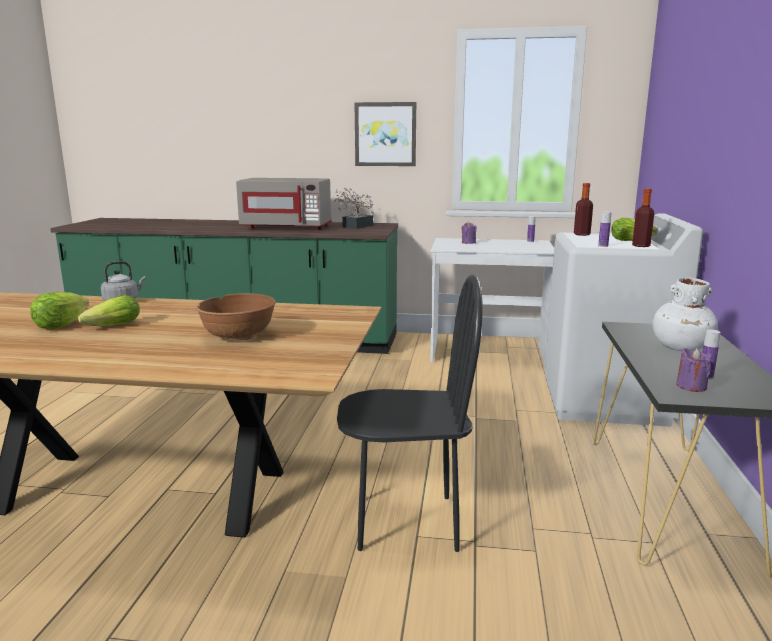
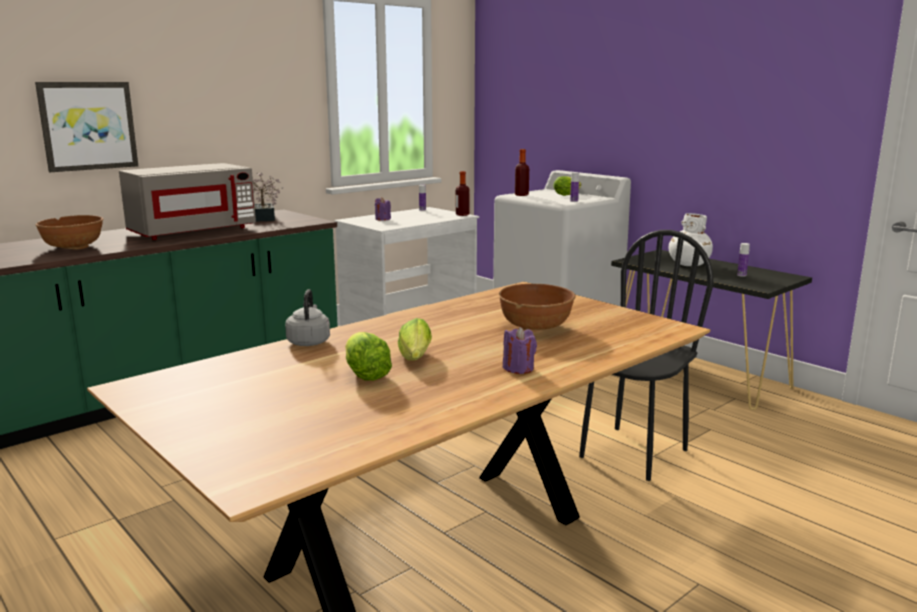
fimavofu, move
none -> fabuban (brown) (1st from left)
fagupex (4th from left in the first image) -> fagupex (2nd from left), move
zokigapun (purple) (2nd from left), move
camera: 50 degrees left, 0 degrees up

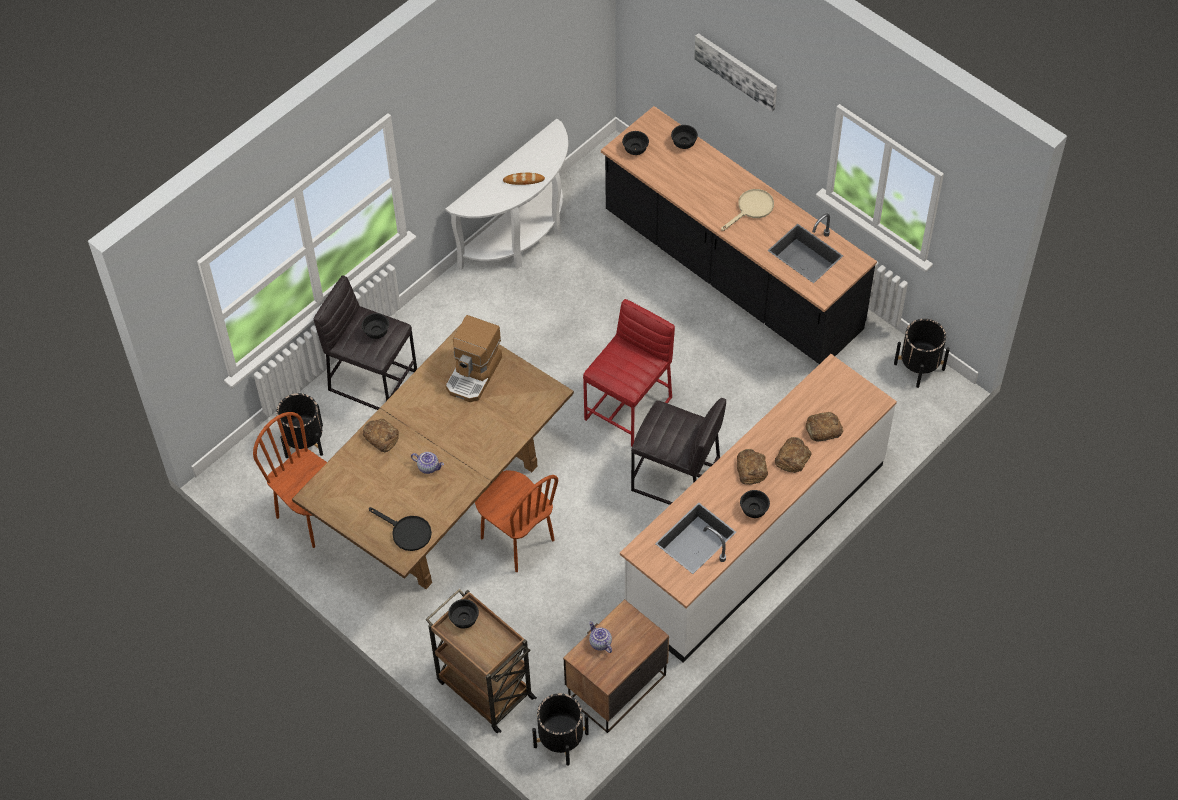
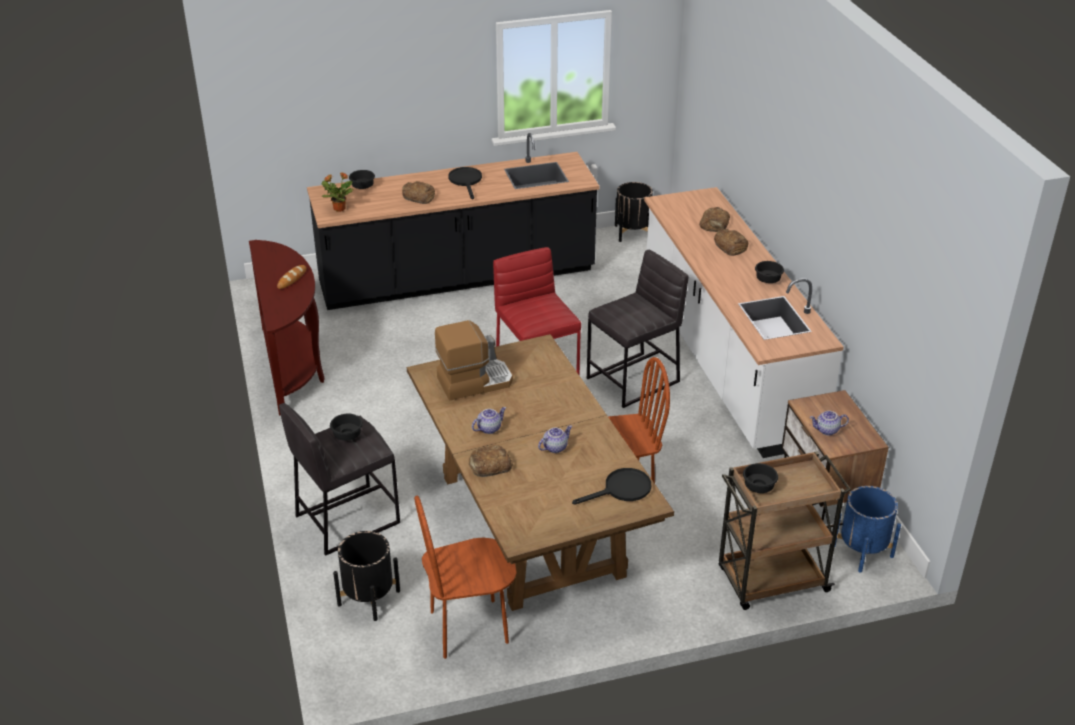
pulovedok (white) -> pulovedok (brown)
fabuban (black) (3rd from left) -> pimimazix
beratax (3rd from left in the first image) -> beratax (2nd from left), move
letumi, 75 degrees counterclockwise
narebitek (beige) -> narebitek (black) (1st from left)
none -> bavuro (1st from left)
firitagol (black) (2nd from left) -> firitagol (blue)
fimavofu -> none
camera: 60 degrees left, 20 degrees down

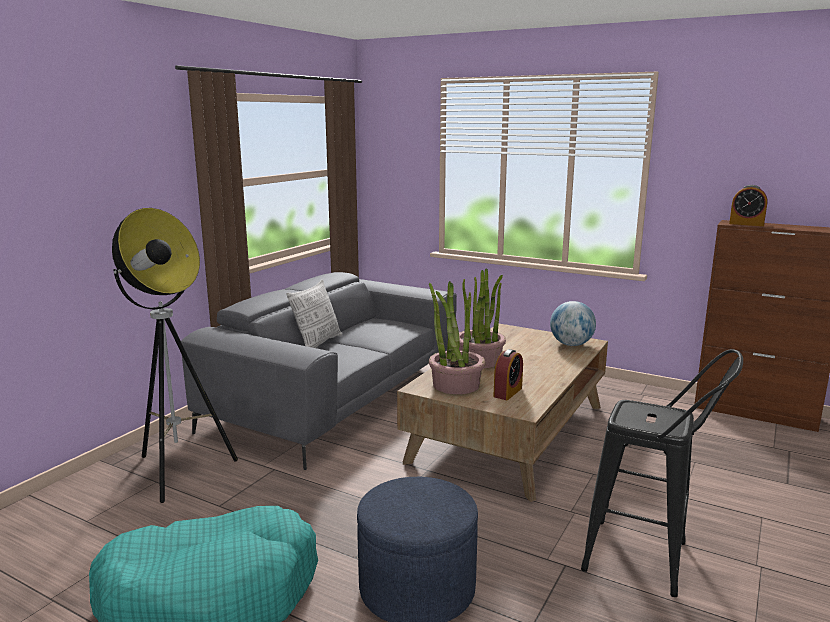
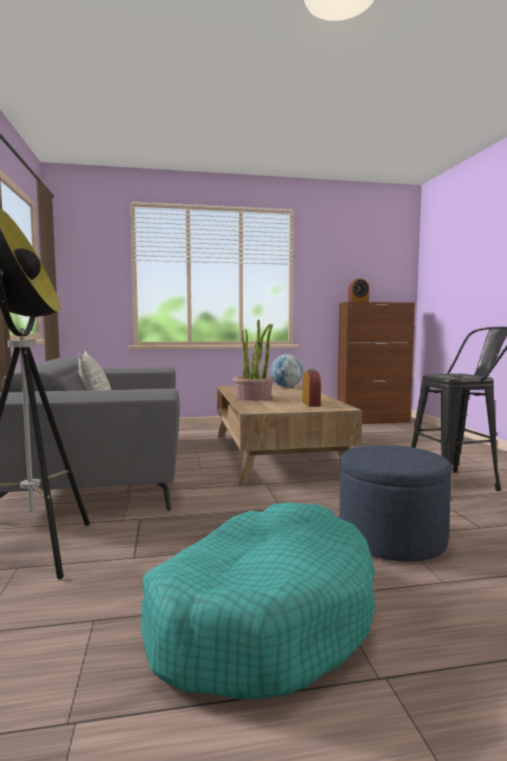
pimimazix (1st from left) -> none
camera: 40 degrees left, 10 degrees down

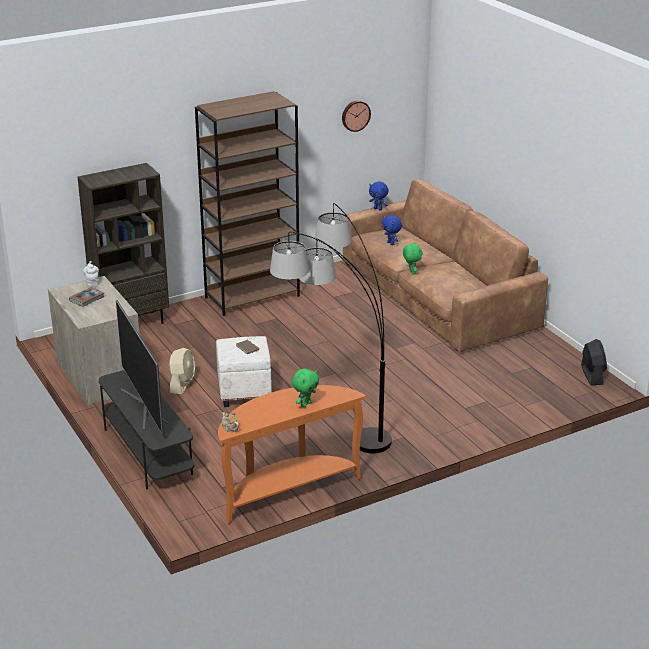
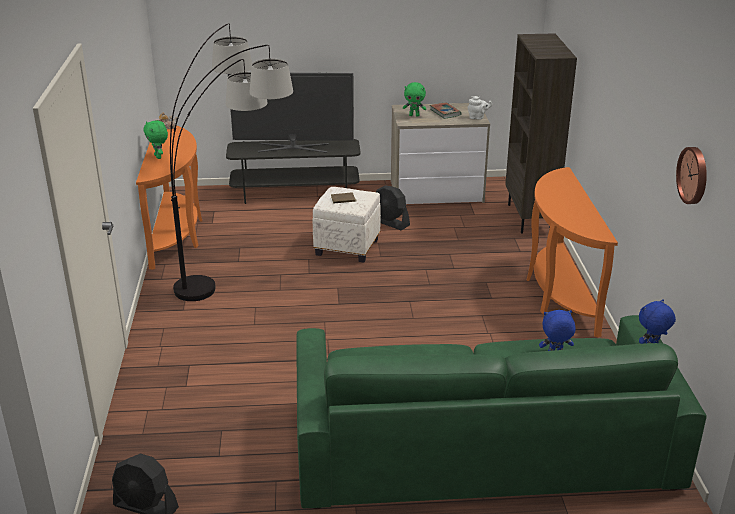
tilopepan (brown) -> tilopepan (green)
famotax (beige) -> famotax (black) (2nd from left)
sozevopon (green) (2nd from left), move
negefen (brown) (2nd from left) -> pulovedok (orange) (2nd from left)
camera: 115 degrees right, 0 degrees up

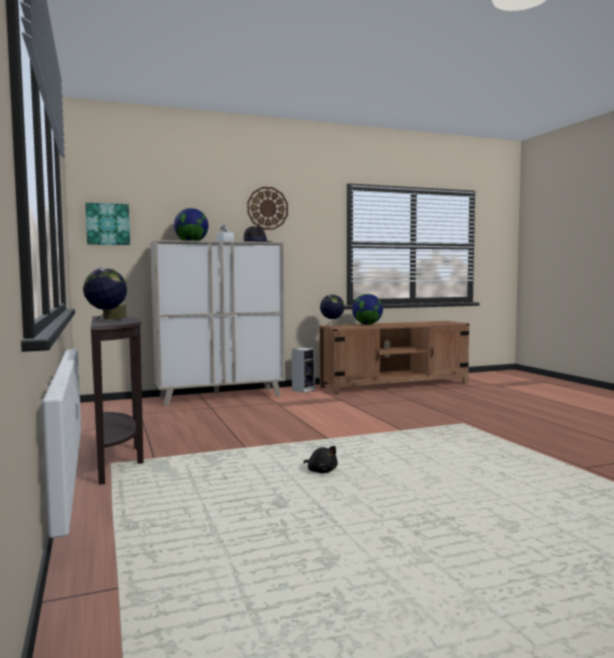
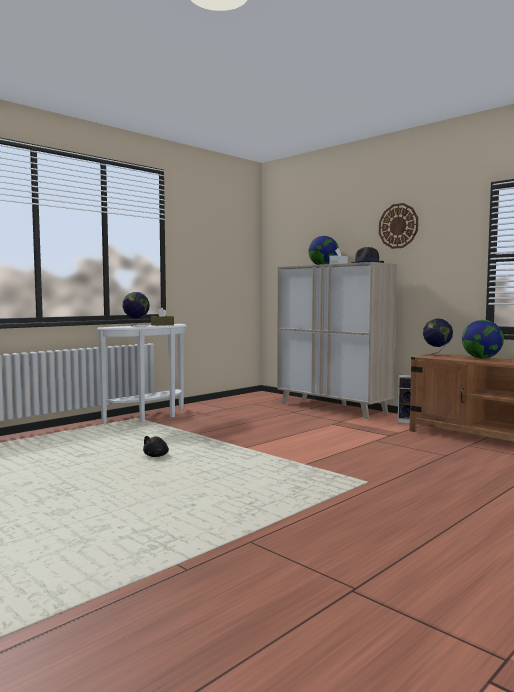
pulovedok (brown) -> pulovedok (white)
fimavofu -> none
camera: 65 degrees right, 0 degrees up

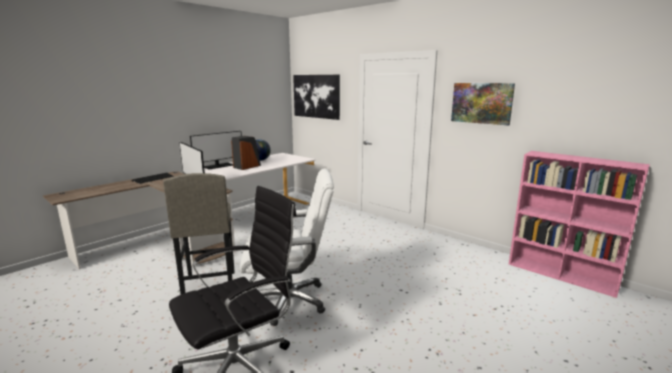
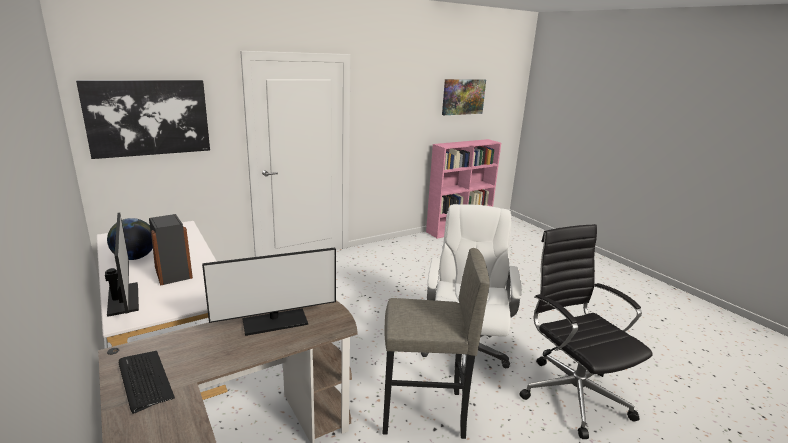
fimavofu (2nd from left), move
camera: 75 degrees left, 5 degrees up

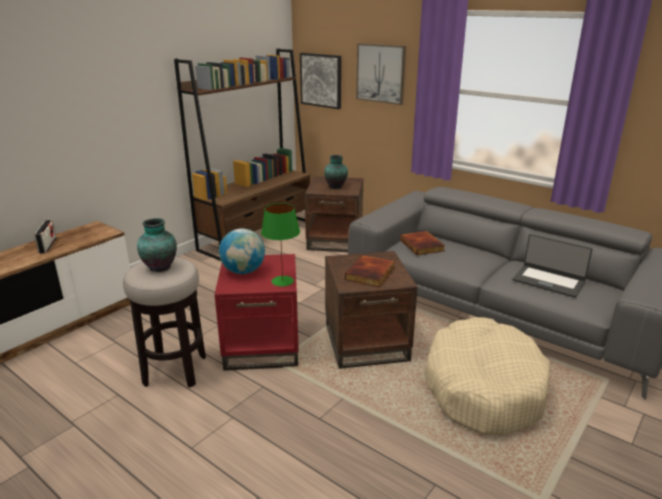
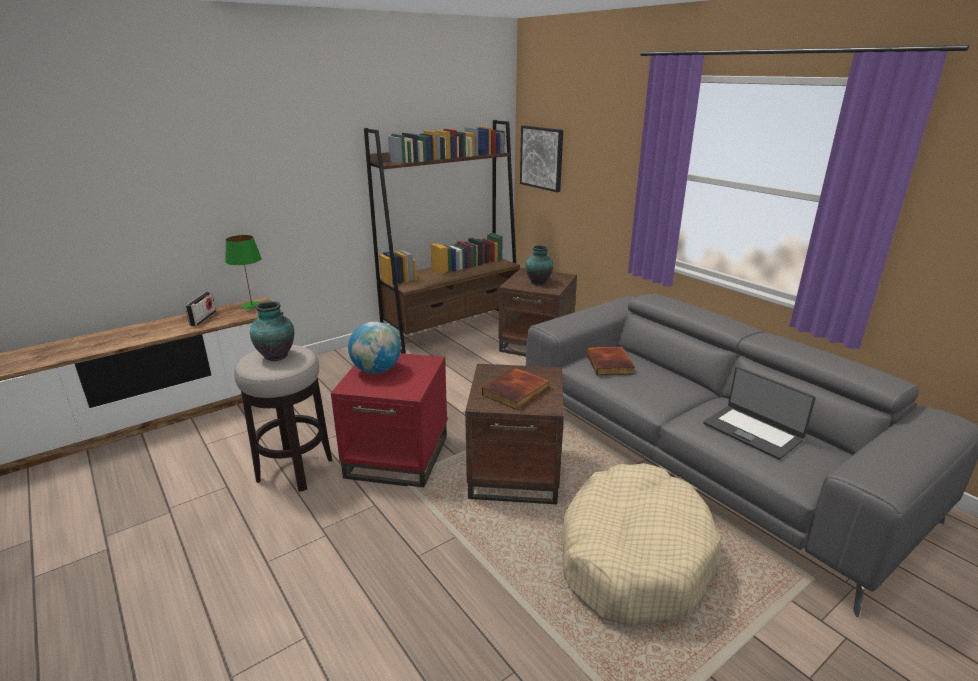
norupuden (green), move
fimavofu (2nd from left) -> none
camera: 15 degrees right, 0 degrees up

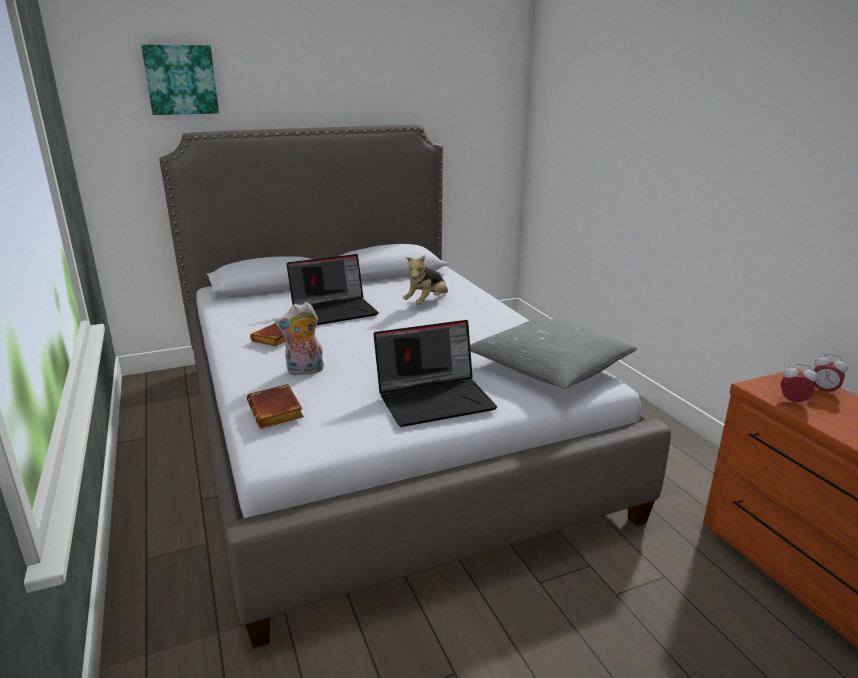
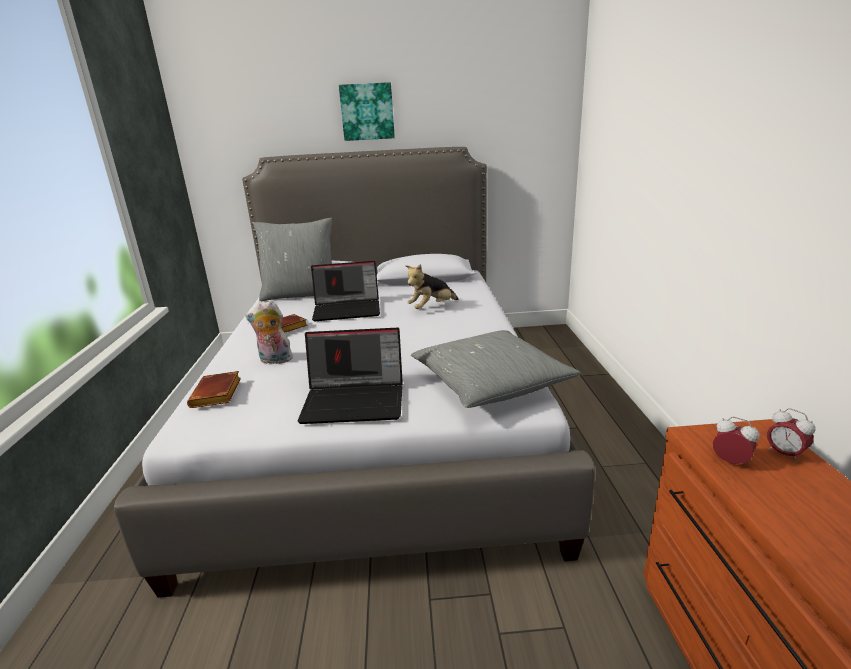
none -> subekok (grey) (1st from left)
fimavofu, move
camera: 20 degrees right, 0 degrees up

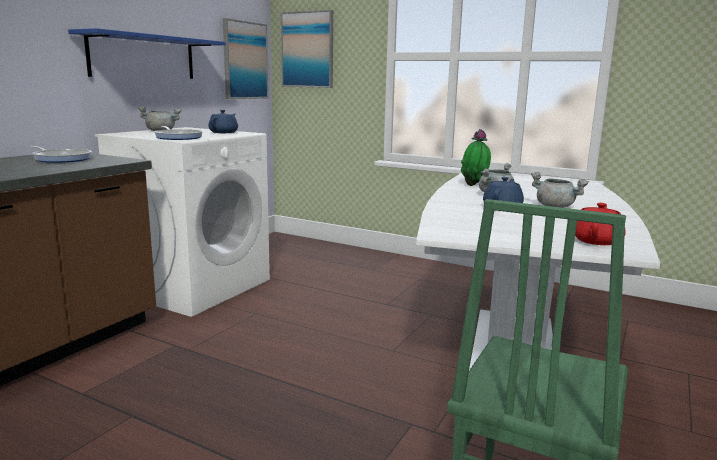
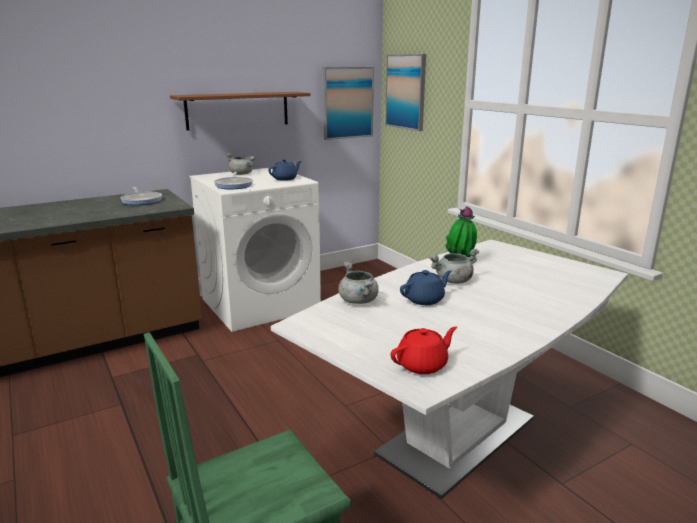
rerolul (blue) -> rerolul (brown)
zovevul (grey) (3rd from left in the first image) -> zovevul (grey) (2nd from left), move
camera: 30 degrees right, 5 degrees up

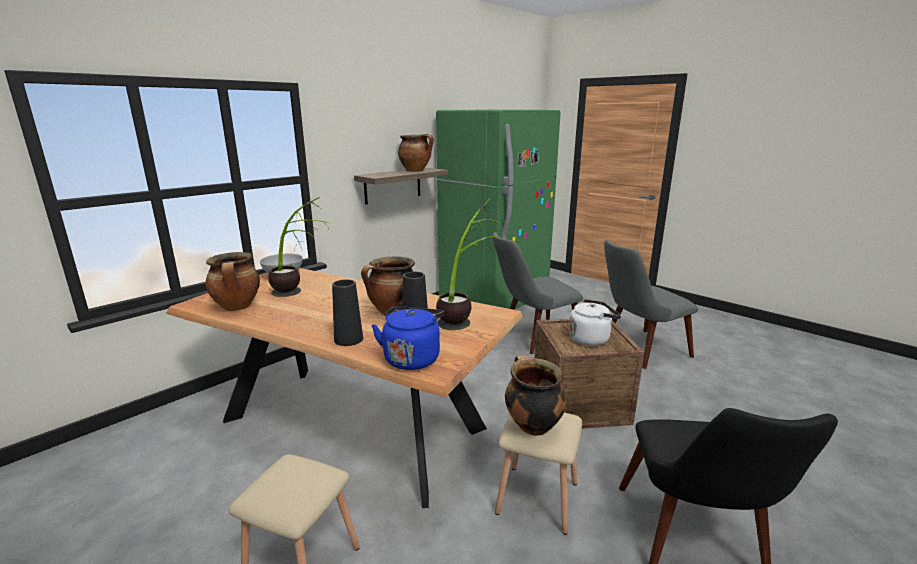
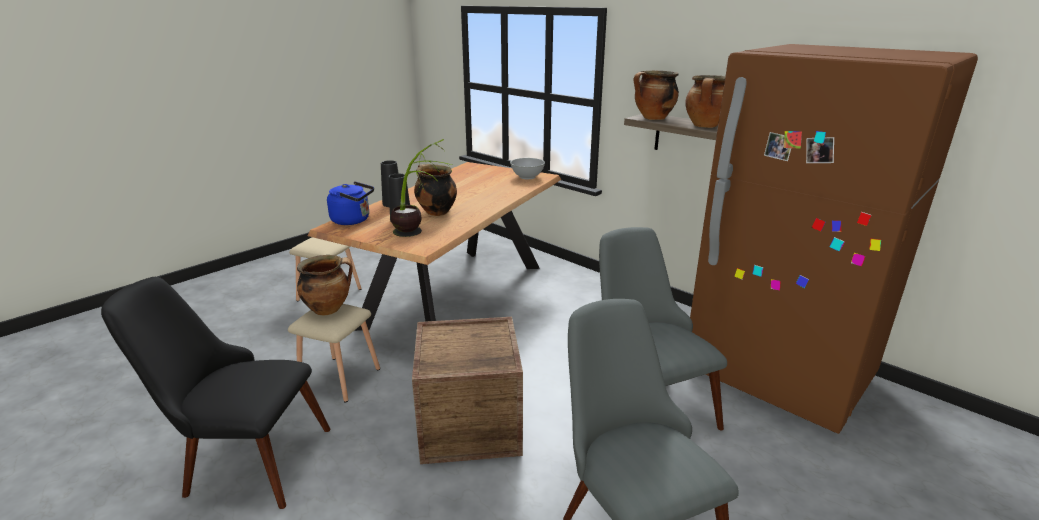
zovevul (1st from left in the first image) -> zovevul (3rd from left), move
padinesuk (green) -> padinesuk (brown)
pimimazix (1st from left) -> none
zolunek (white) -> none
camera: 90 degrees right, 5 degrees up

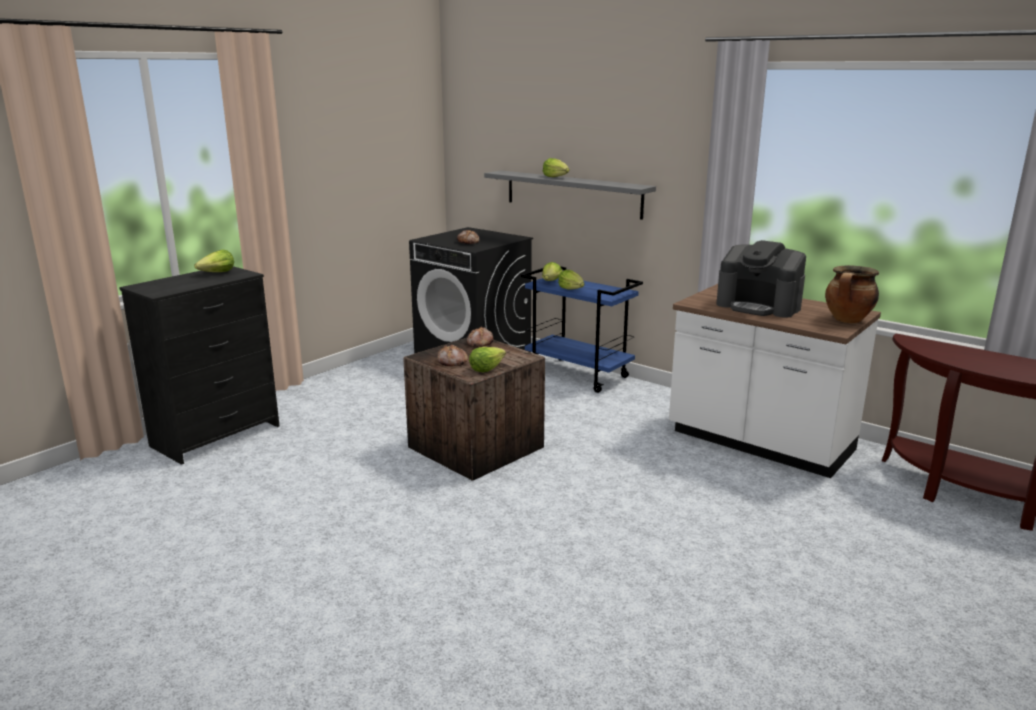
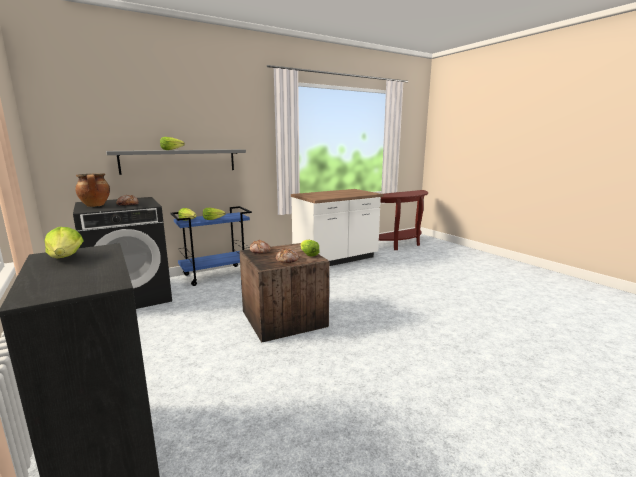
zovevul, move
letumi -> none
camera: 70 degrees left, 5 degrees down

